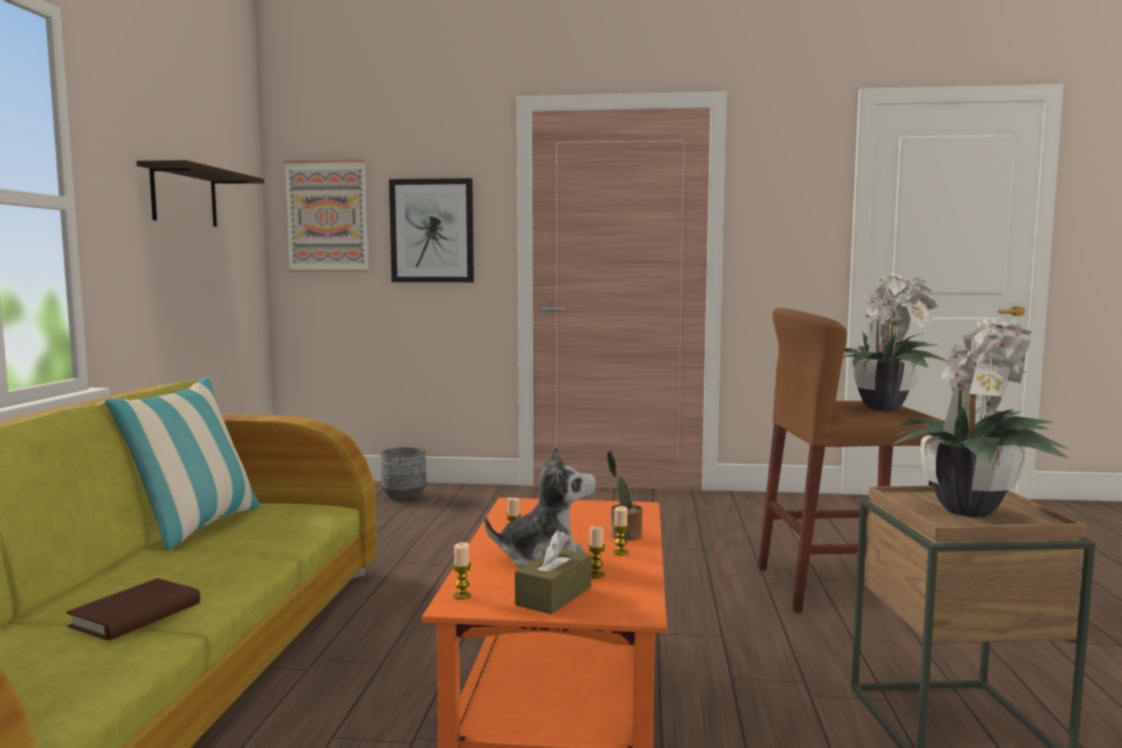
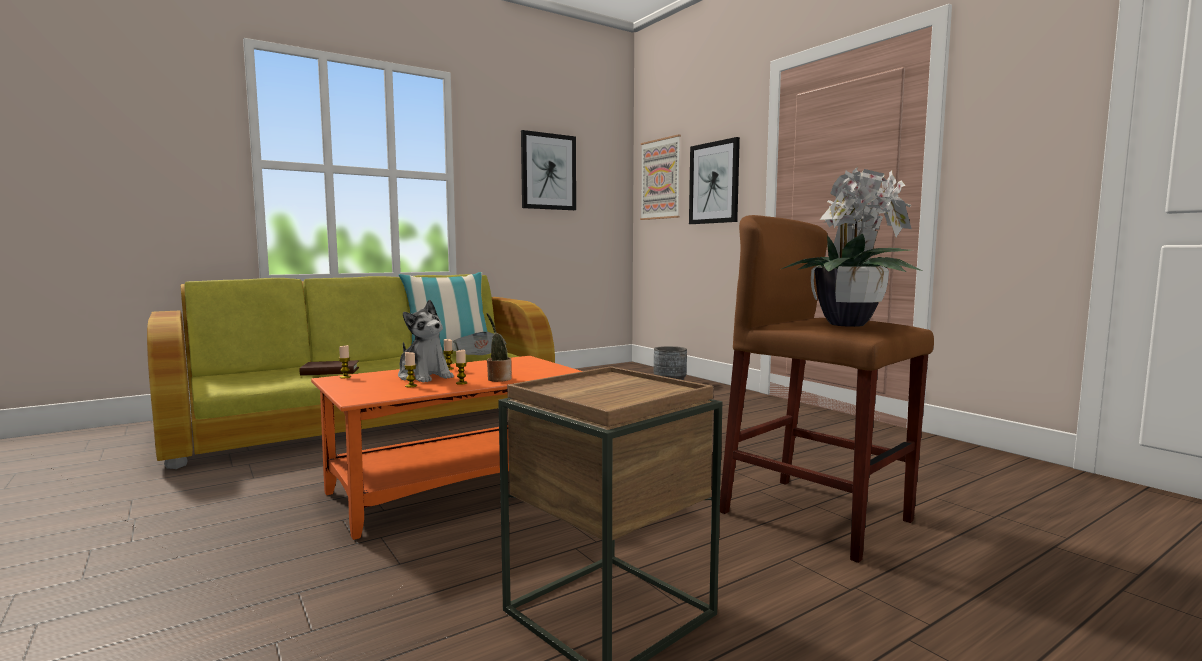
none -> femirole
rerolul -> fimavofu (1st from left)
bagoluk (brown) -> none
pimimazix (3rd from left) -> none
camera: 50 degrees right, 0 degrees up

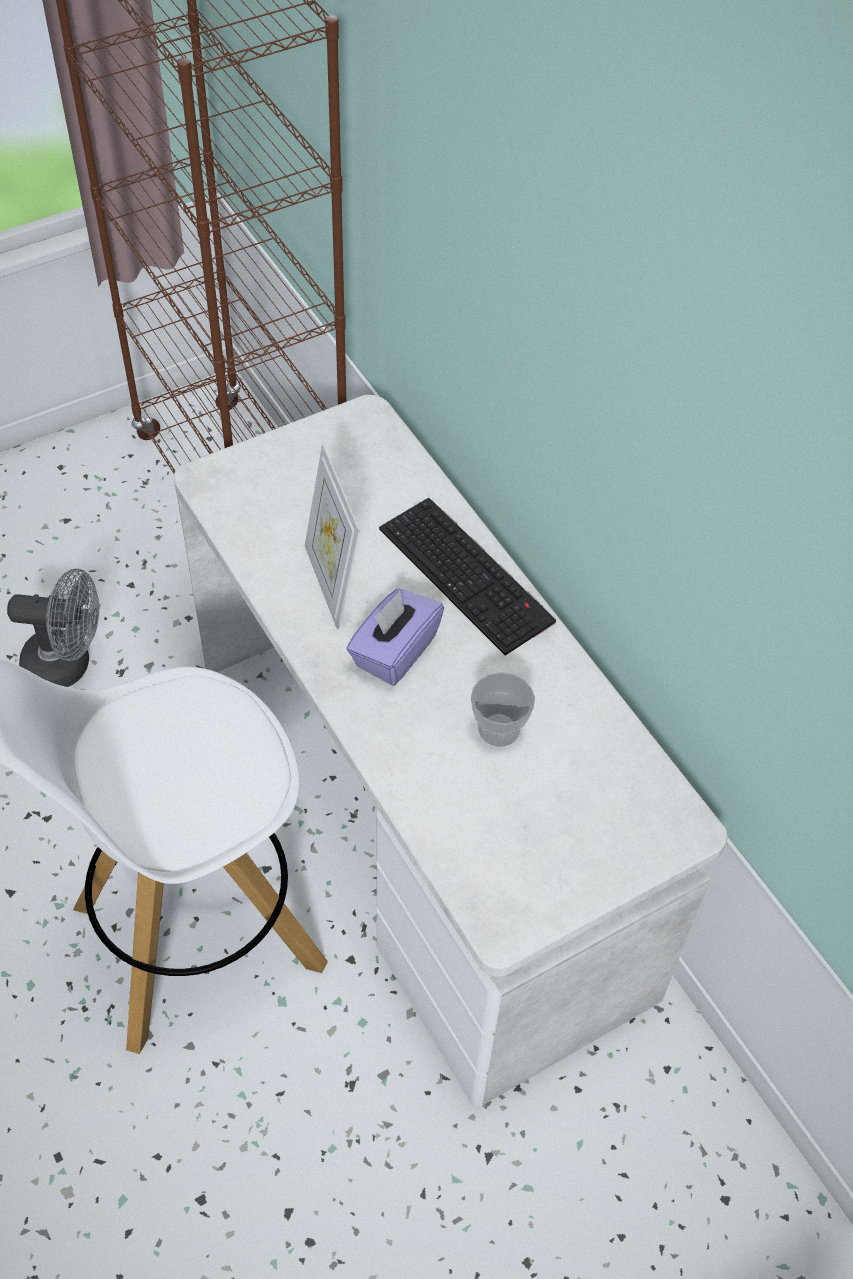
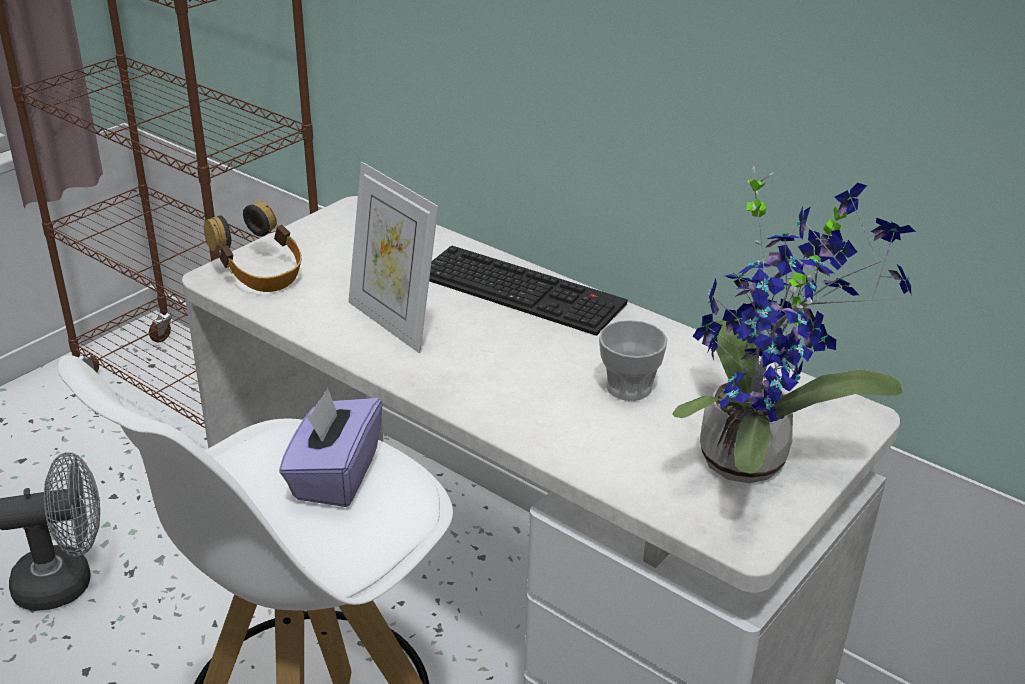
none -> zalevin
bagoluk (purple), move
none -> pimimazix
camera: 20 degrees left, 20 degrees down

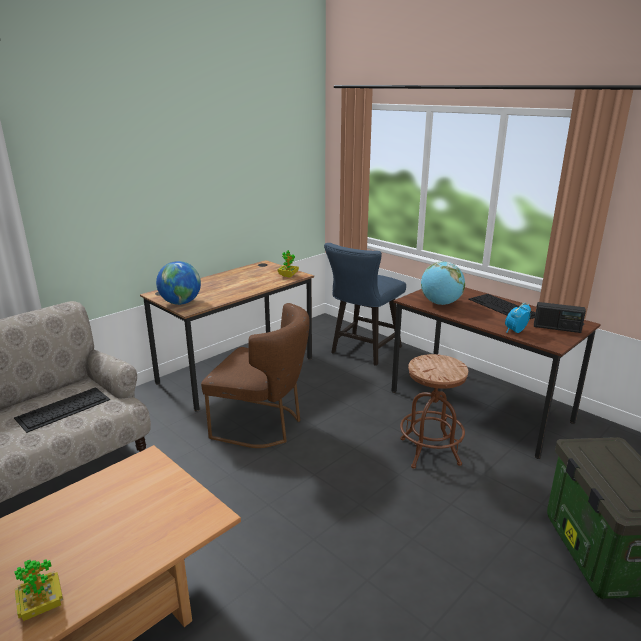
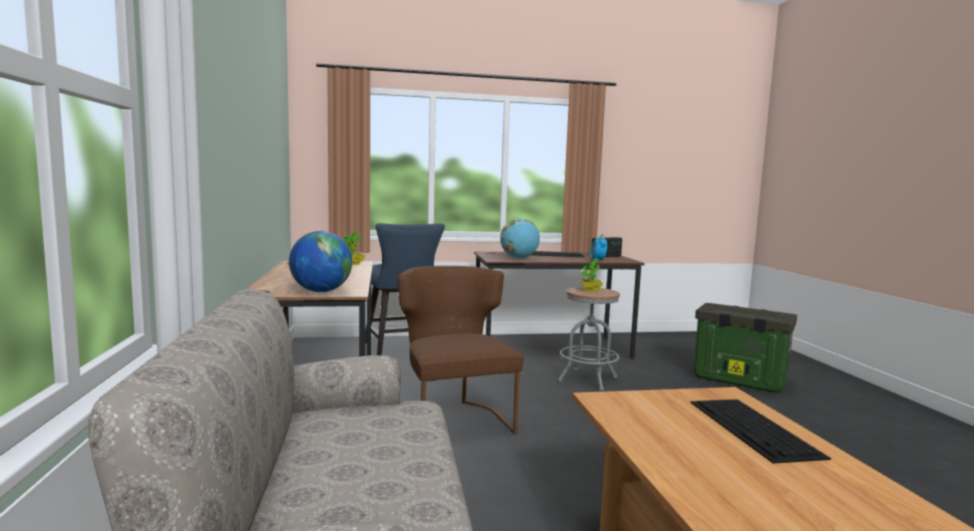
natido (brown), 75 degrees counterclockwise
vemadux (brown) -> vemadux (grey)
pimimazix (1st from left in the first image) -> pimimazix (2nd from left), move
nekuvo (1st from left in the first image) -> nekuvo (2nd from left), move
camera: 55 degrees left, 15 degrees down

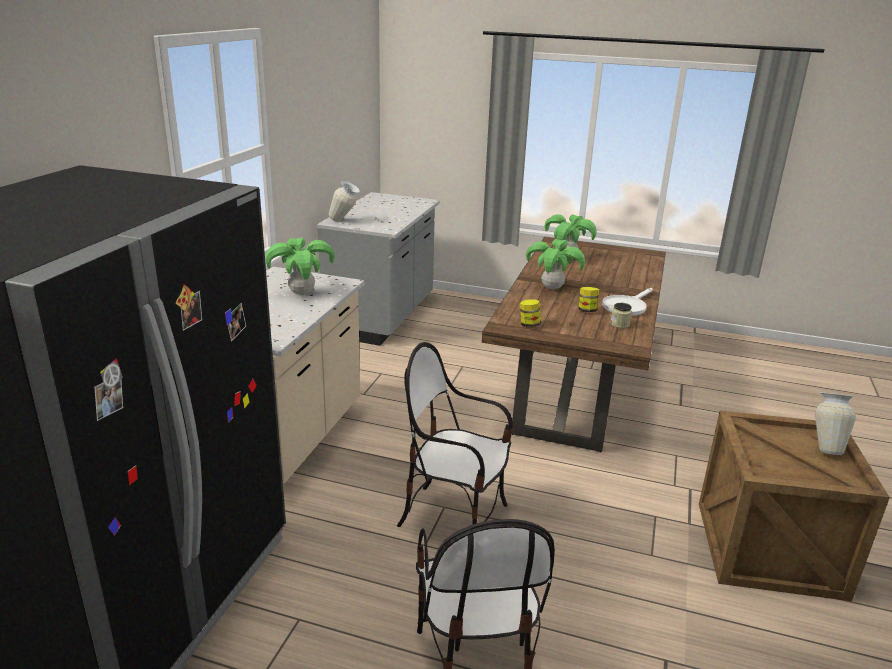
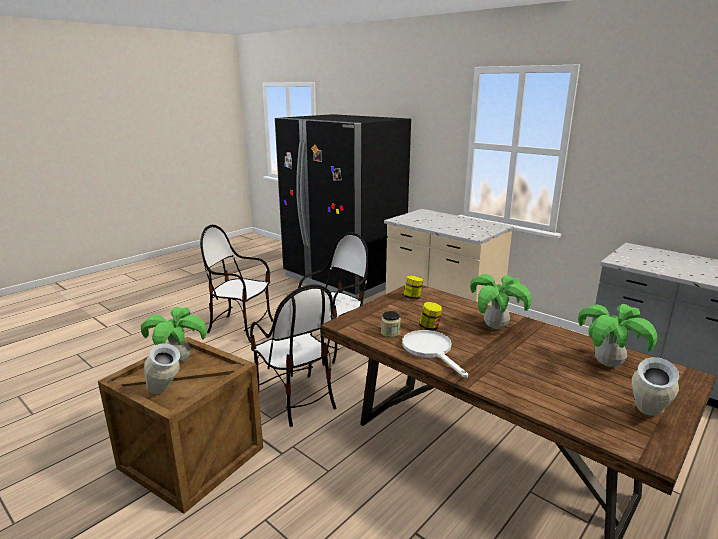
pimimazix (1st from left), move
none -> natido (2nd from left)
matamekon (1st from left in the first image) -> matamekon (2nd from left), move
camera: 115 degrees right, 5 degrees down

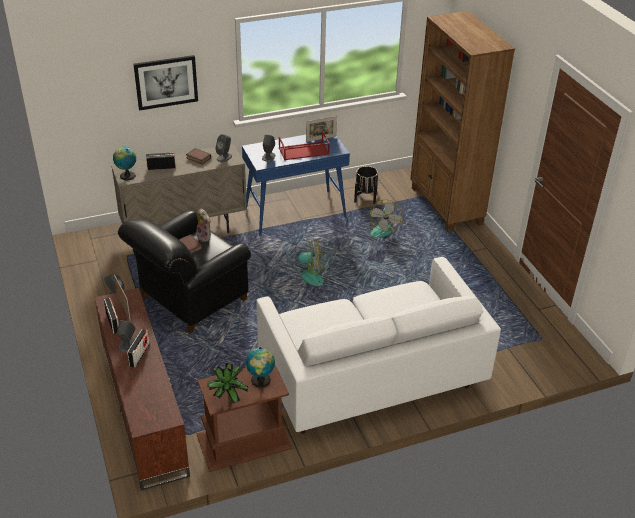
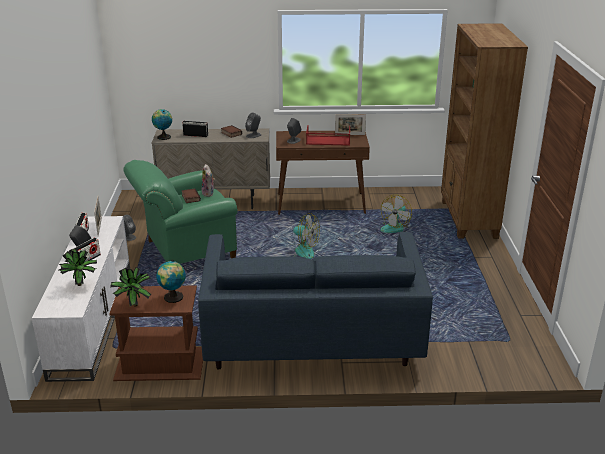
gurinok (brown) -> gurinok (white)
none -> pimimazix (1st from left)
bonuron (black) -> bonuron (green)
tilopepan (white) -> tilopepan (blue)
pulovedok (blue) -> pulovedok (brown)
fimavofu -> none
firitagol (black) -> none
camera: 20 degrees right, 10 degrees down

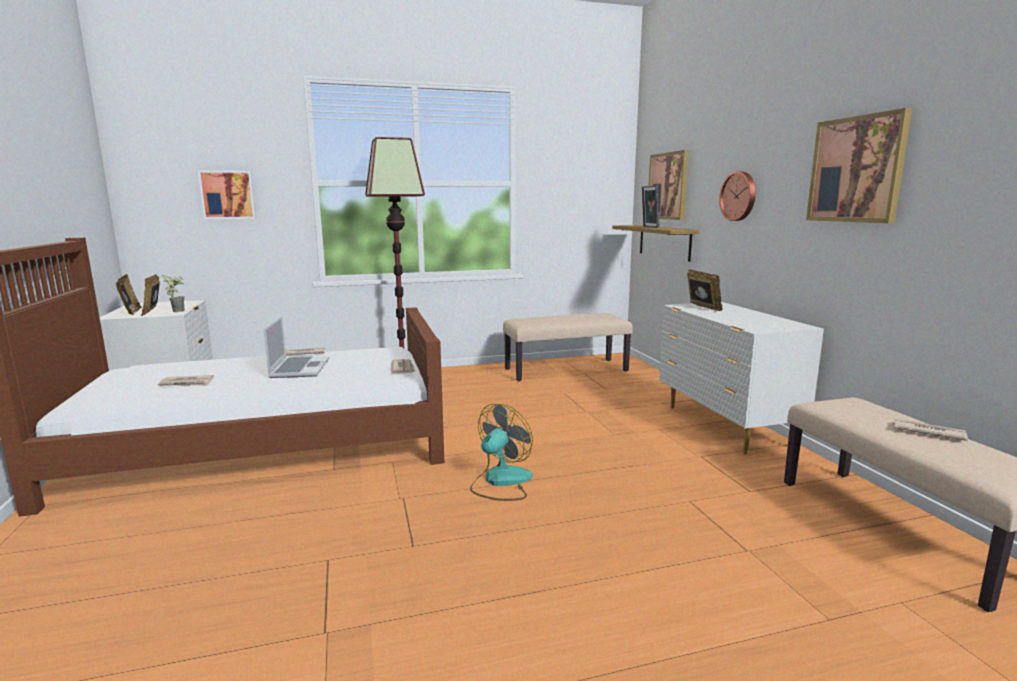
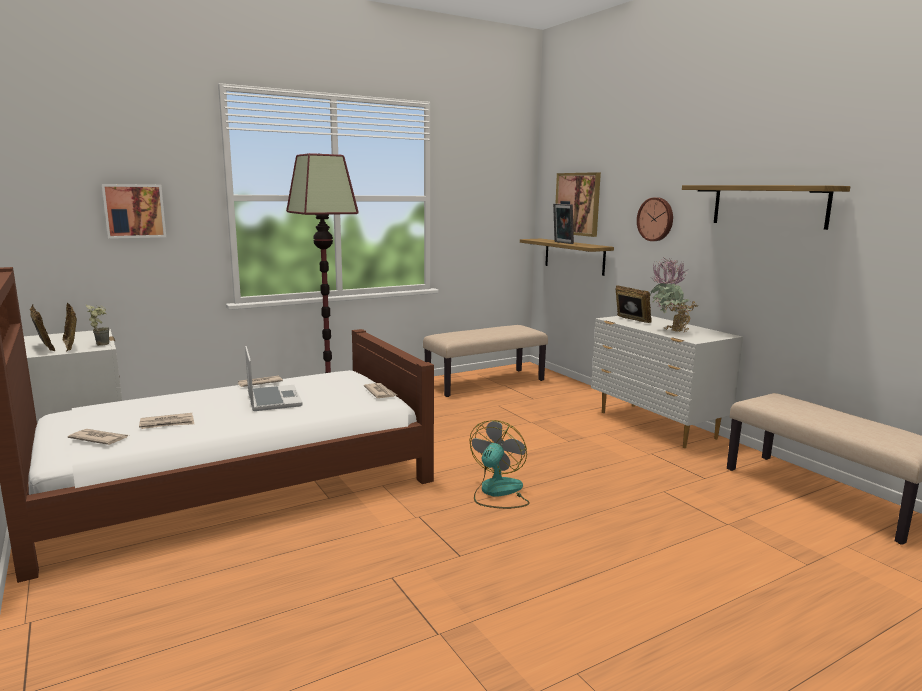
femirole (4th from left in the first image) -> femirole (1st from left), move
none -> pimimazix (2nd from left)
fimavofu (3rd from left) -> rerolul (2nd from left)
camera: 15 degrees left, 0 degrees up

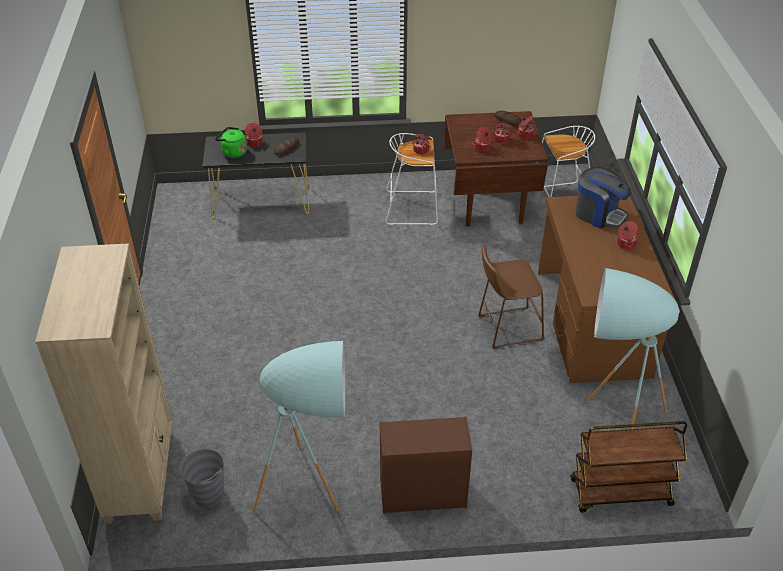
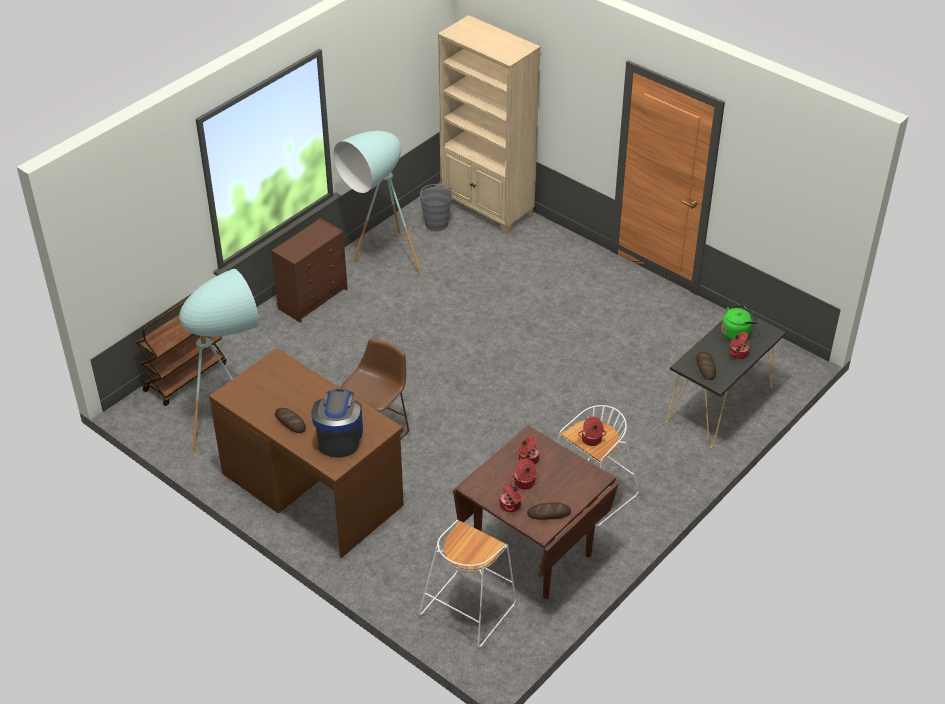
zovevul (6th from left) -> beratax (1st from left)
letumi, 105 degrees clockwise
camera: 135 degrees right, 0 degrees up

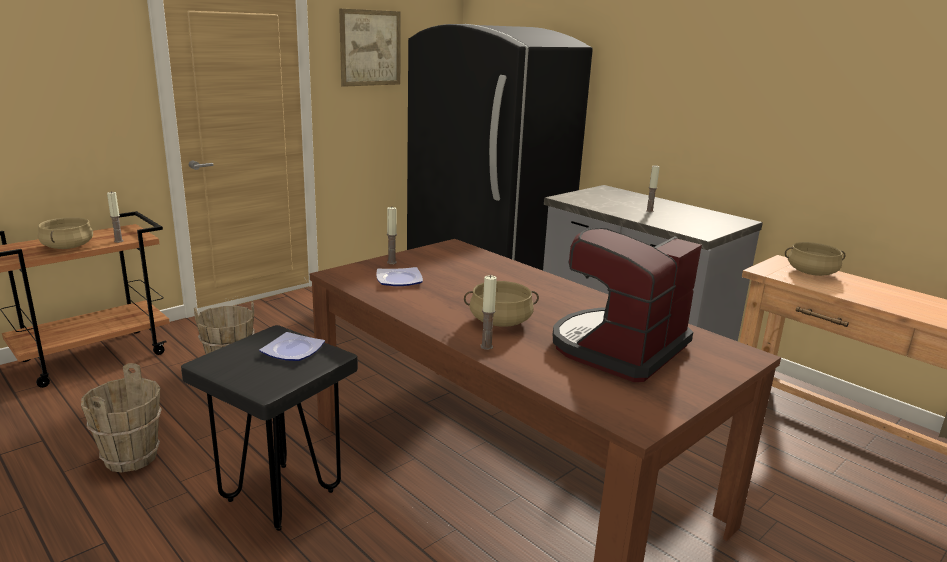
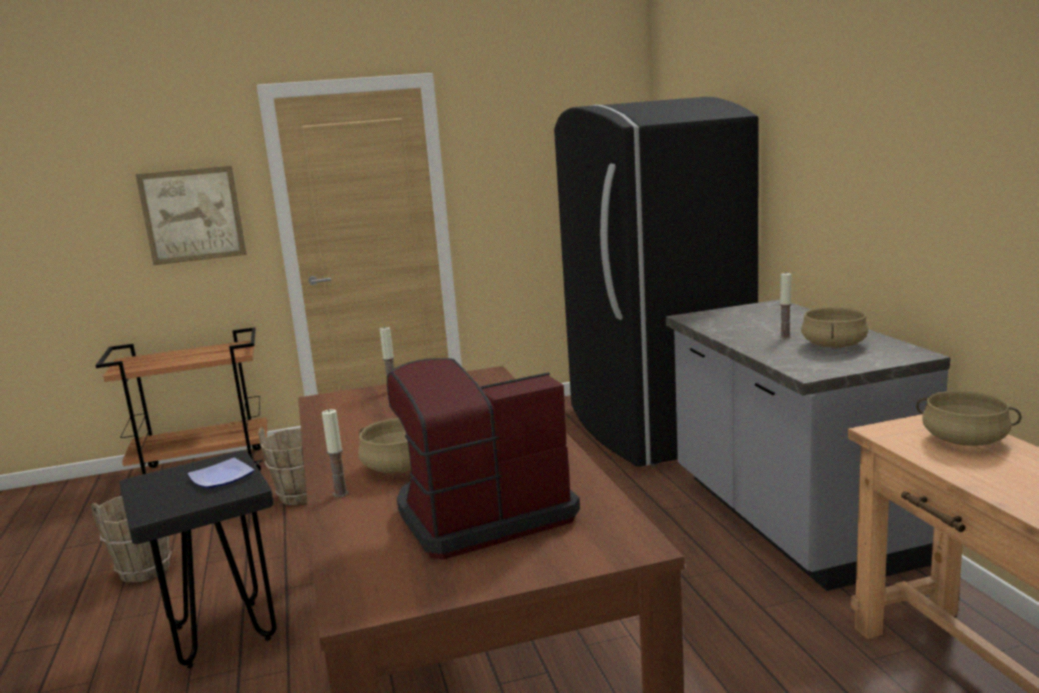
fimavofu, move
zovevul (beige) (1st from left in the first image) -> zovevul (beige) (2nd from left), move
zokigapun (1st from left) -> none
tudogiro (2nd from left) -> none
camera: 30 degrees right, 5 degrees down

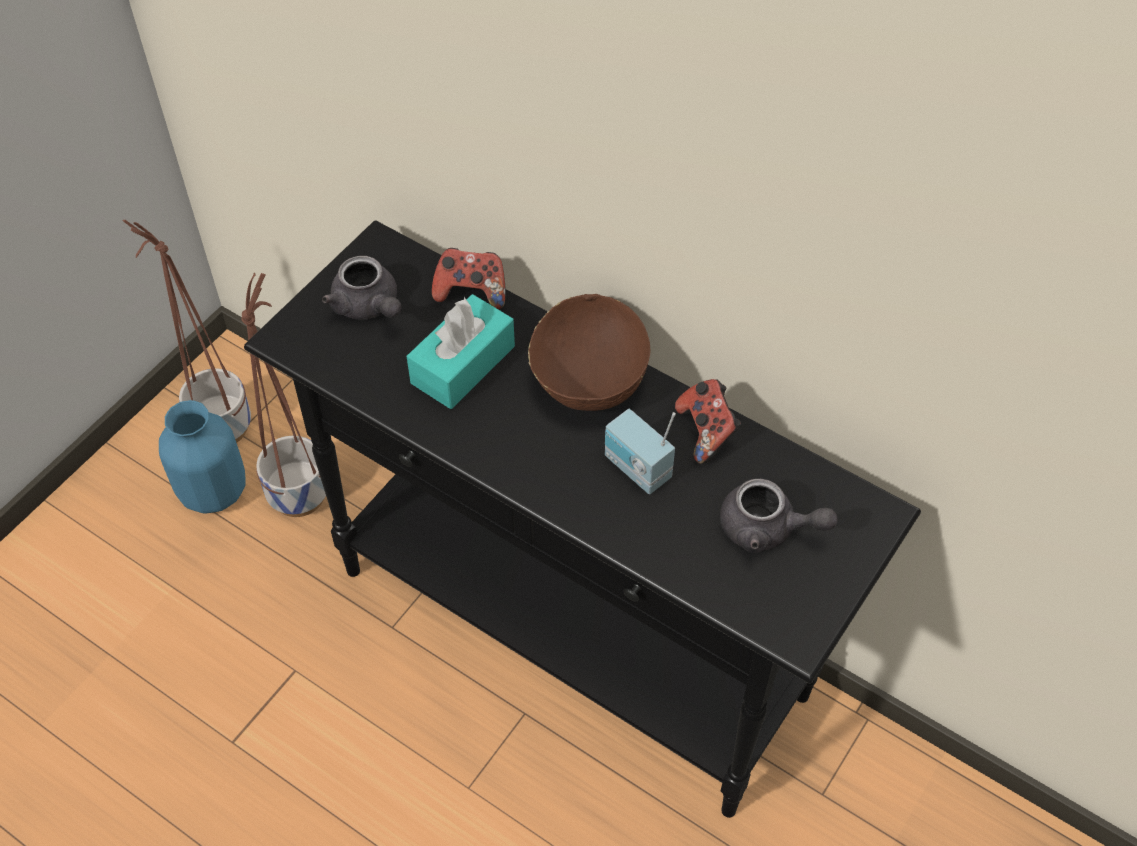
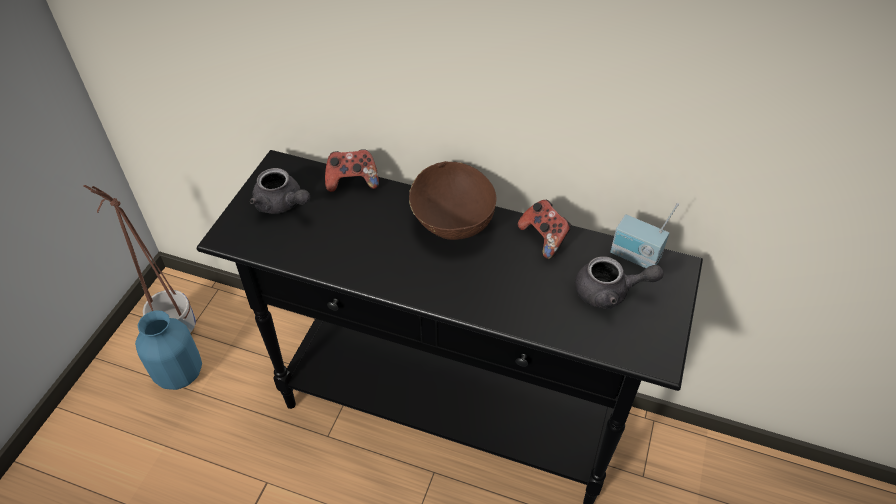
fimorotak, move
firitagol (2nd from left) -> none
bagoluk (turquoise) -> none
camera: 15 degrees left, 5 degrees down

